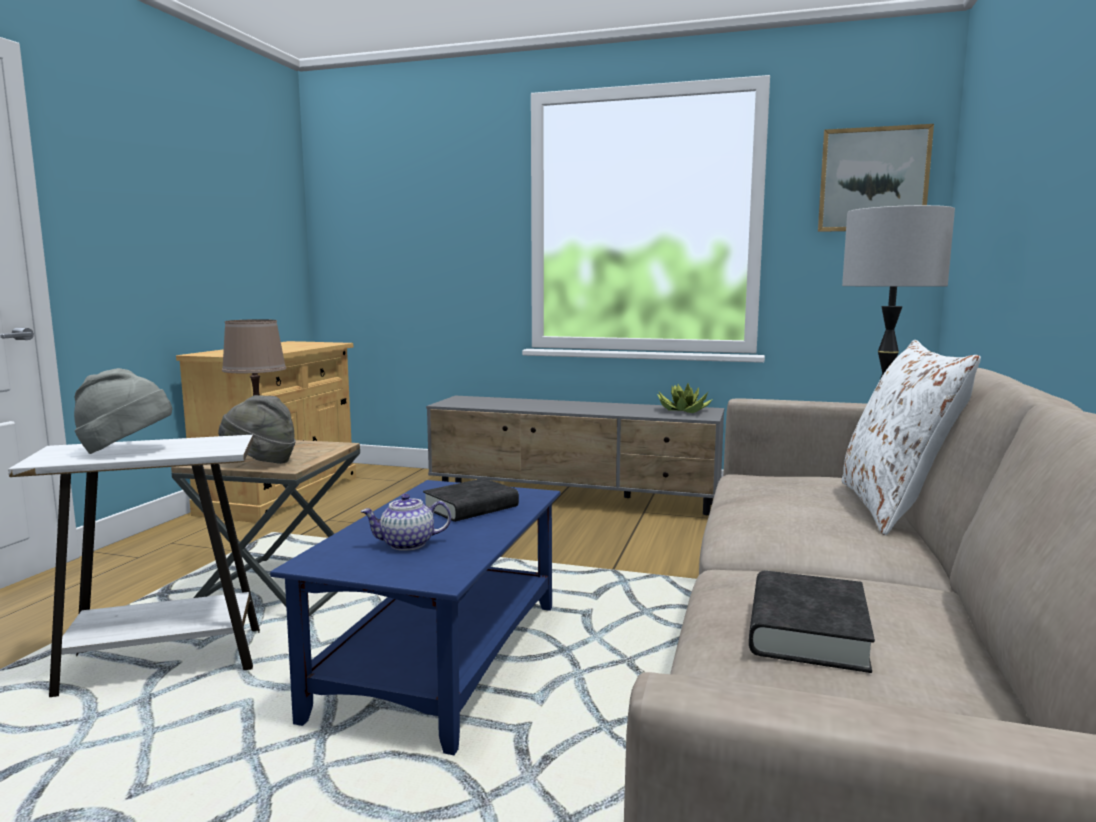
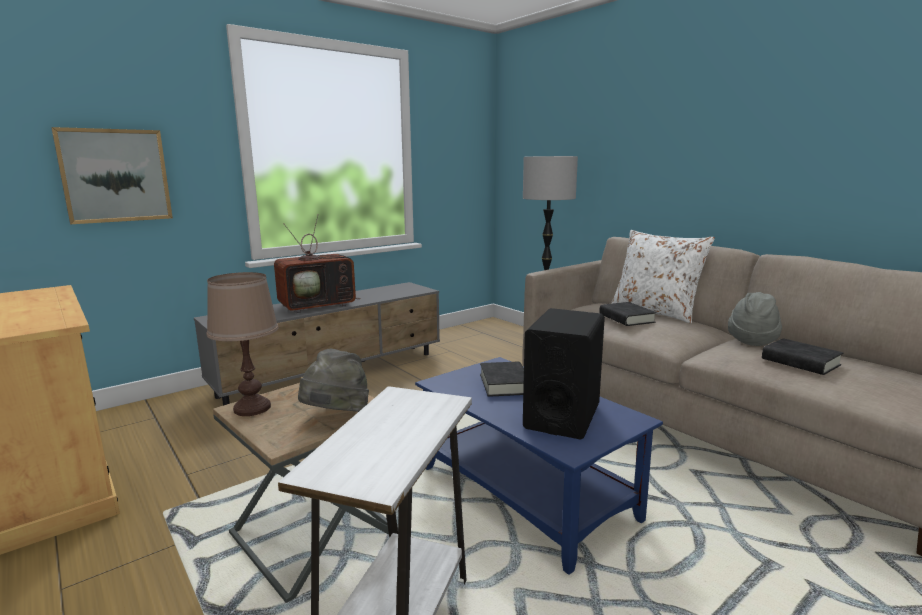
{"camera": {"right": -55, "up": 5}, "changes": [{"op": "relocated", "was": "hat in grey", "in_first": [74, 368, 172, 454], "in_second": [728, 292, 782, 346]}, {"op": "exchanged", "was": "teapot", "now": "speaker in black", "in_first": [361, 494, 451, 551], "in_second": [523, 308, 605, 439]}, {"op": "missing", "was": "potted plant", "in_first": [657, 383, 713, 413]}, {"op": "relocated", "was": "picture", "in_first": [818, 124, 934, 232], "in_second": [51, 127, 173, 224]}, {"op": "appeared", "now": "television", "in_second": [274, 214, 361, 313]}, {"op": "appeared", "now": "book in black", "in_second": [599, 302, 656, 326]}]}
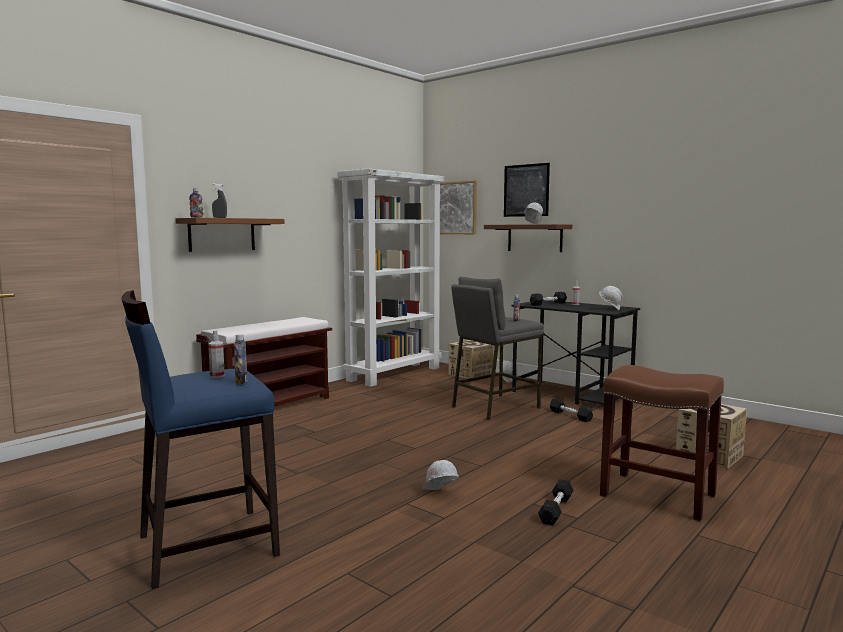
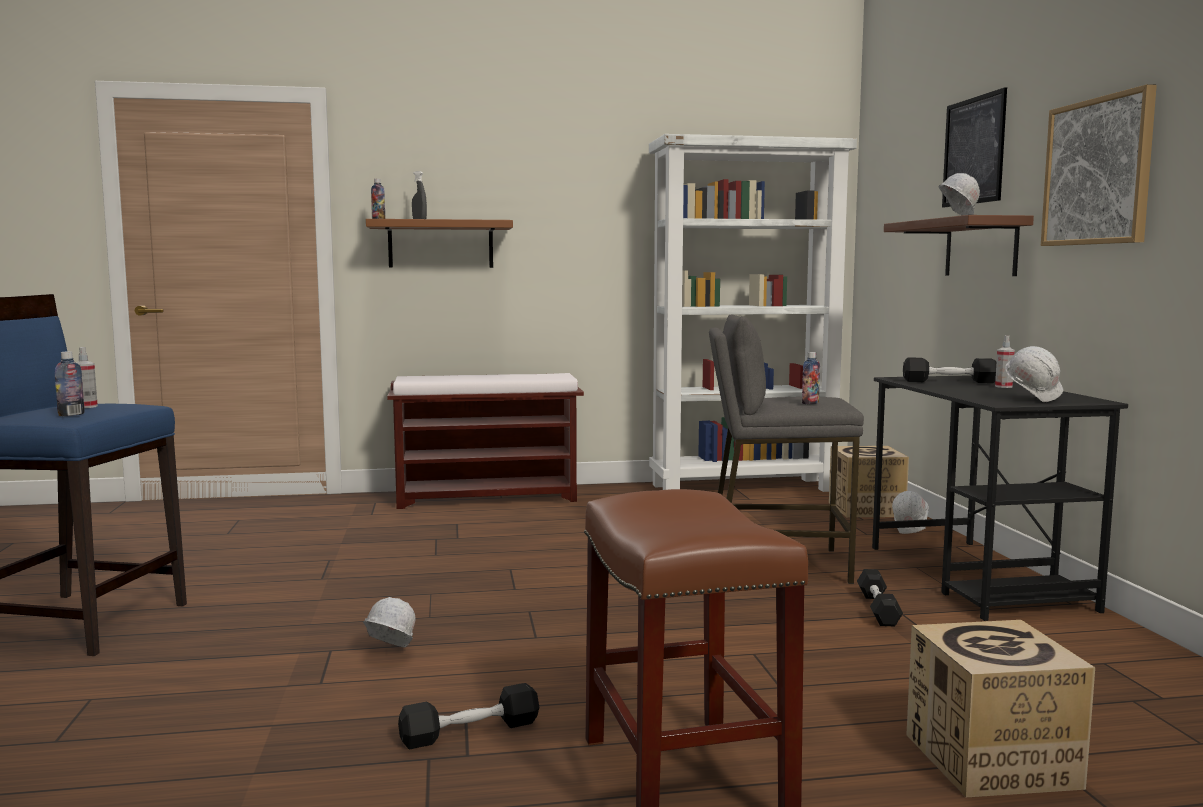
{"camera": {"right": 40, "up": 0}, "changes": [{"op": "relocated", "was": "picture", "in_first": [440, 181, 477, 234], "in_second": [1041, 84, 1157, 246]}]}
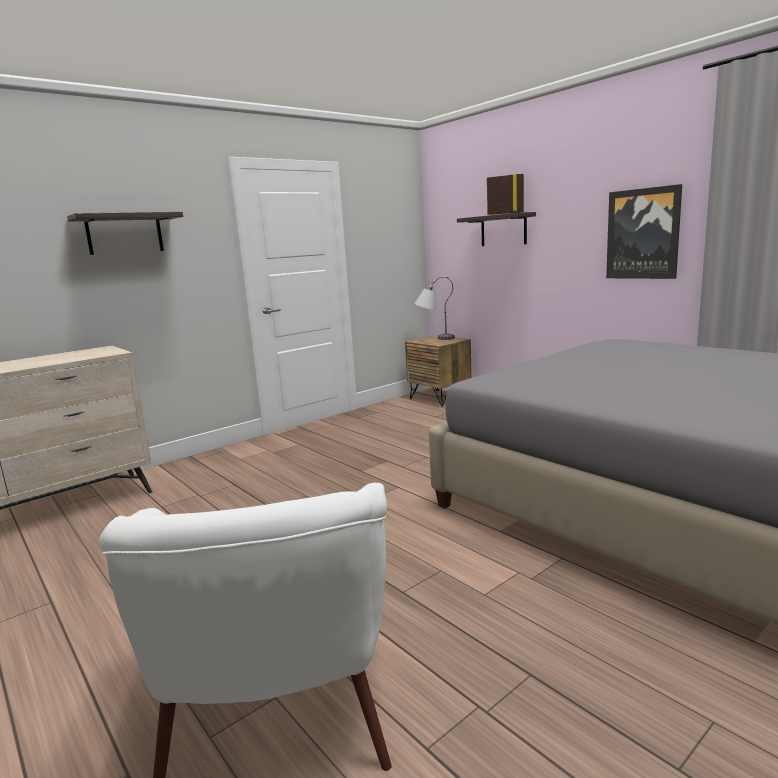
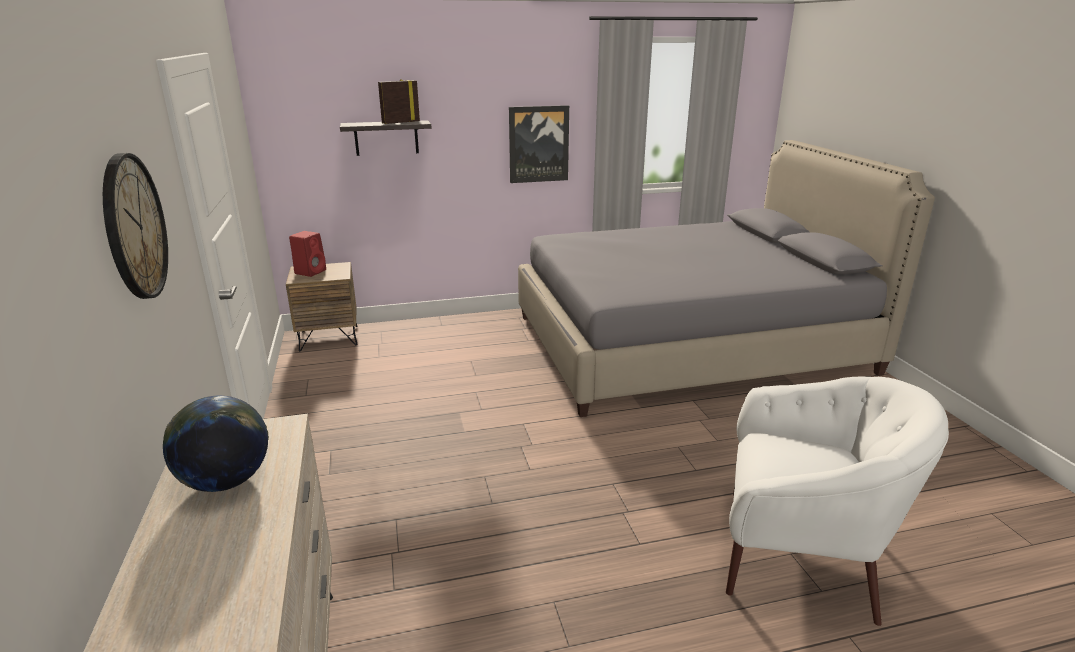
{"camera": {"right": -65, "up": 10}, "changes": [{"op": "exchanged", "was": "shelf", "now": "wall clock", "in_first": [67, 212, 183, 255], "in_second": [103, 153, 168, 299]}, {"op": "exchanged", "was": "table lamp in grey", "now": "speaker in red", "in_first": [414, 276, 455, 340], "in_second": [289, 231, 326, 277]}, {"op": "appeared", "now": "globe", "in_second": [163, 395, 269, 492]}]}
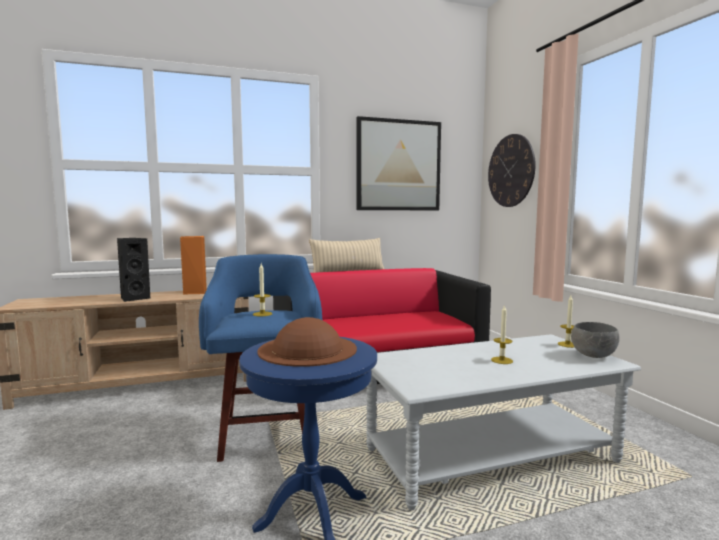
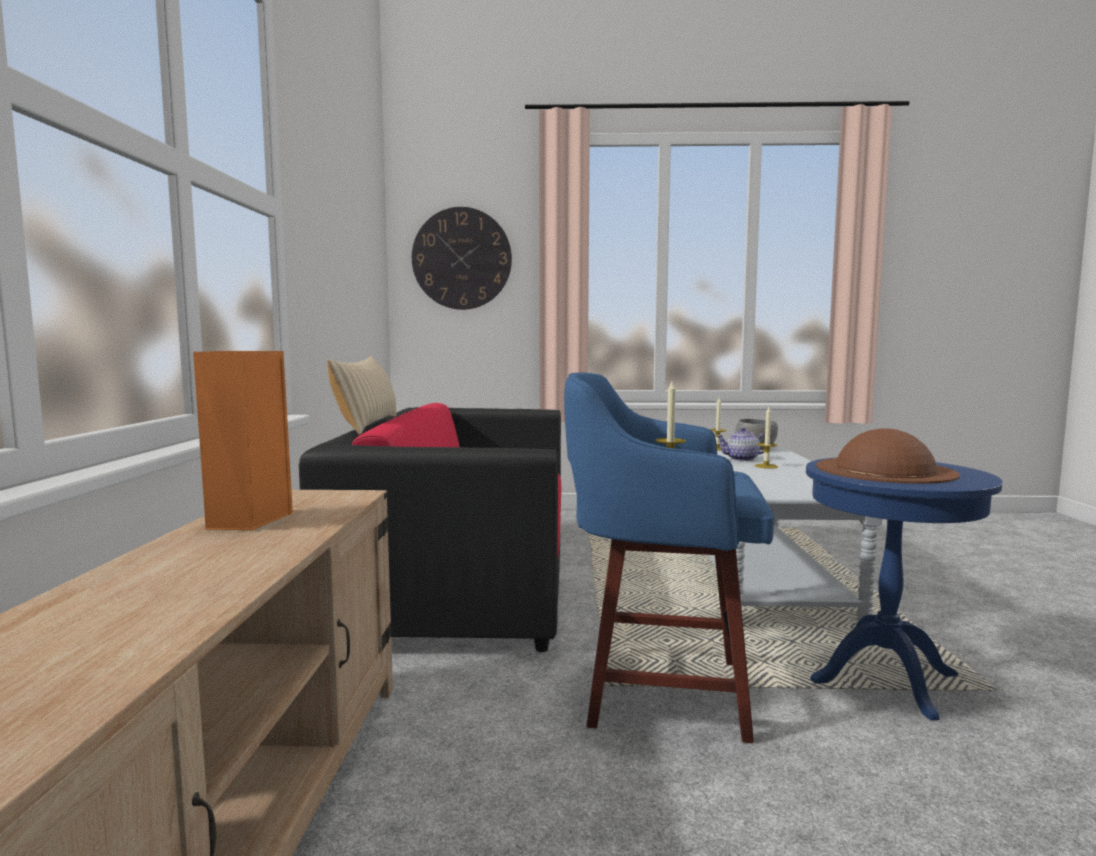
{"camera": {"right": -70, "up": 0}, "changes": [{"op": "missing", "was": "speaker in black", "in_first": [117, 238, 150, 302]}, {"op": "missing", "was": "picture", "in_first": [356, 116, 441, 210]}, {"op": "appeared", "now": "teapot", "in_second": [716, 427, 771, 461]}]}
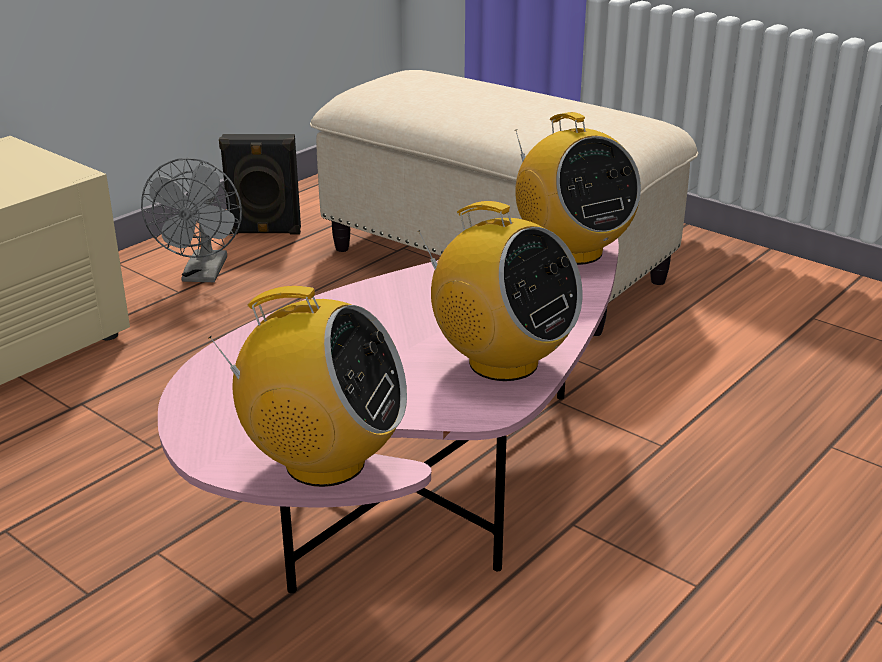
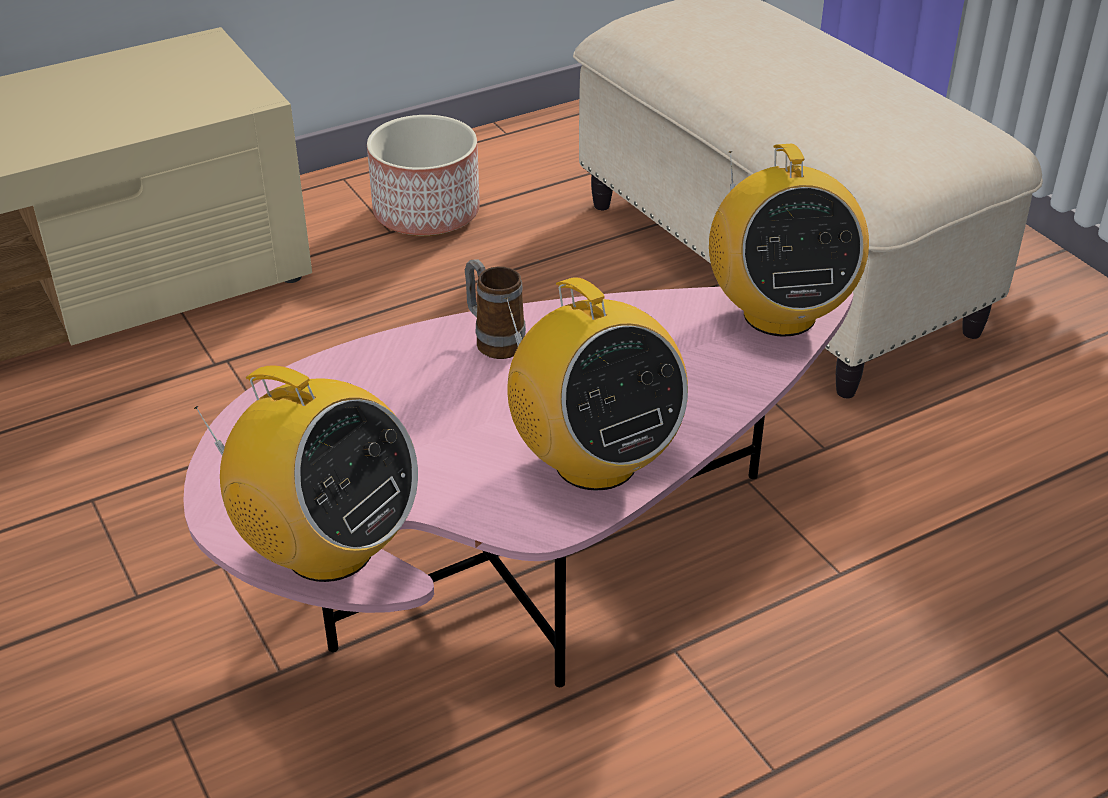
{"camera": {"right": 20, "up": 10}, "changes": [{"op": "exchanged", "was": "fan in grey", "now": "planter", "in_first": [141, 158, 242, 282], "in_second": [367, 115, 480, 236]}, {"op": "missing", "was": "speaker in black", "in_first": [219, 134, 301, 234]}, {"op": "appeared", "now": "mug", "in_second": [465, 259, 526, 359]}]}
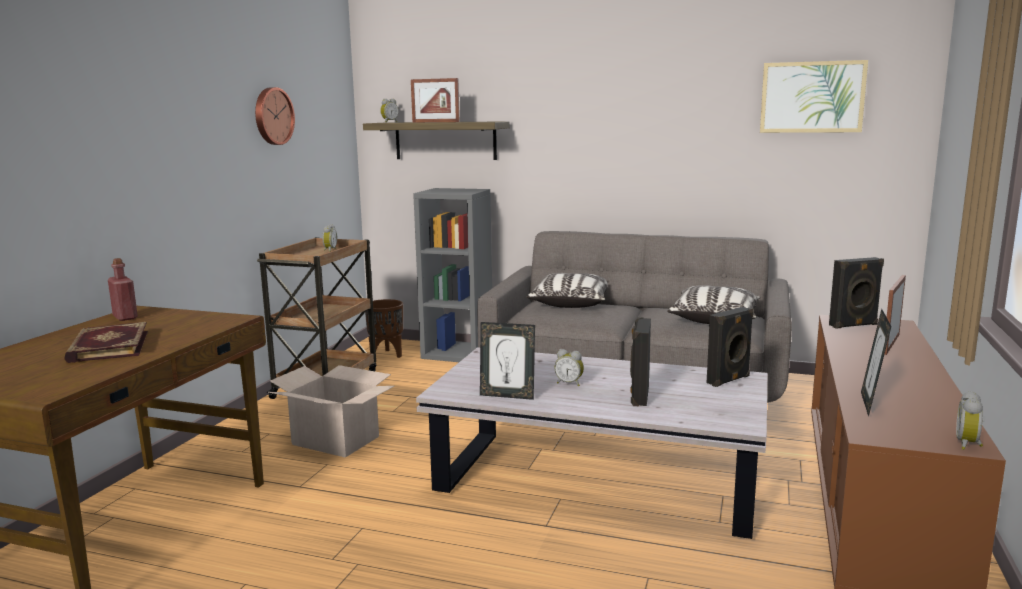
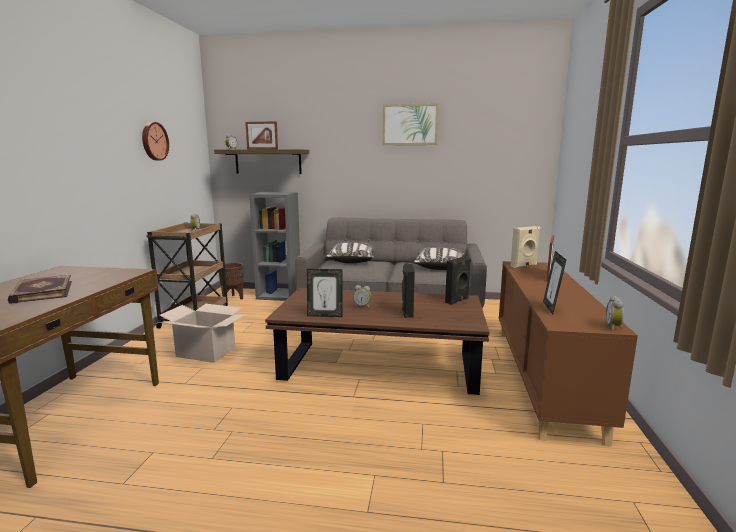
{"camera": {"right": -10, "up": 0}, "changes": [{"op": "missing", "was": "bottle in red", "in_first": [108, 258, 138, 321]}, {"op": "colour", "was": "coffee table in white", "now": "coffee table in brown", "in_first": [416, 347, 767, 539], "in_second": [265, 288, 489, 395]}, {"op": "relocated", "was": "picture", "in_first": [760, 60, 868, 133], "in_second": [383, 103, 439, 145]}, {"op": "colour", "was": "speaker in black", "now": "speaker in beige", "in_first": [829, 257, 884, 329], "in_second": [510, 226, 540, 268]}]}
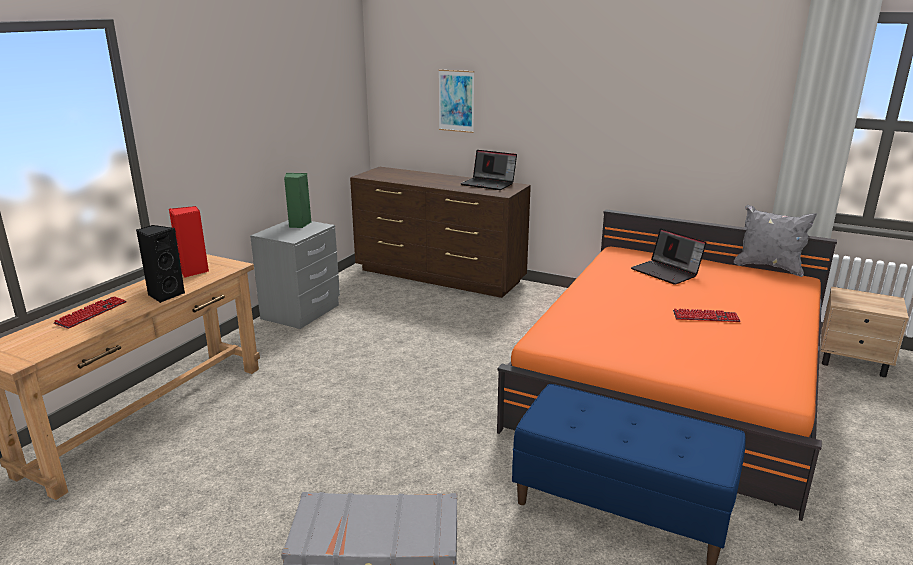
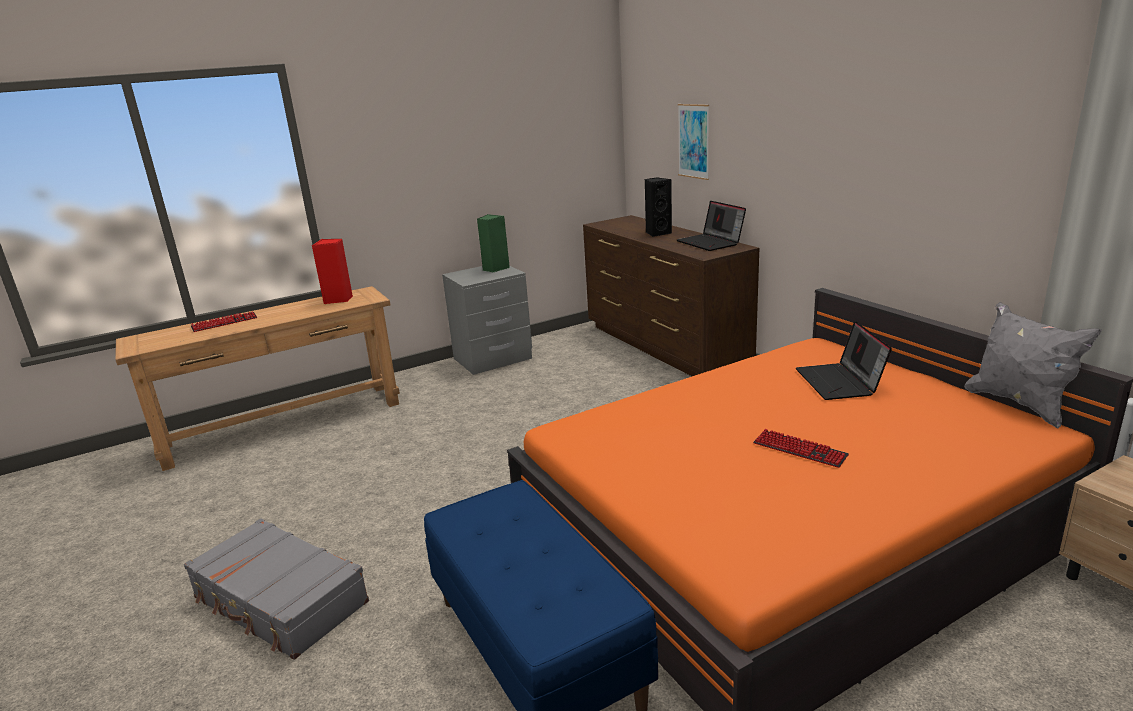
{"camera": {"right": 35, "up": 0}, "changes": [{"op": "relocated", "was": "speaker in black", "in_first": [136, 225, 185, 303], "in_second": [645, 177, 672, 237]}]}
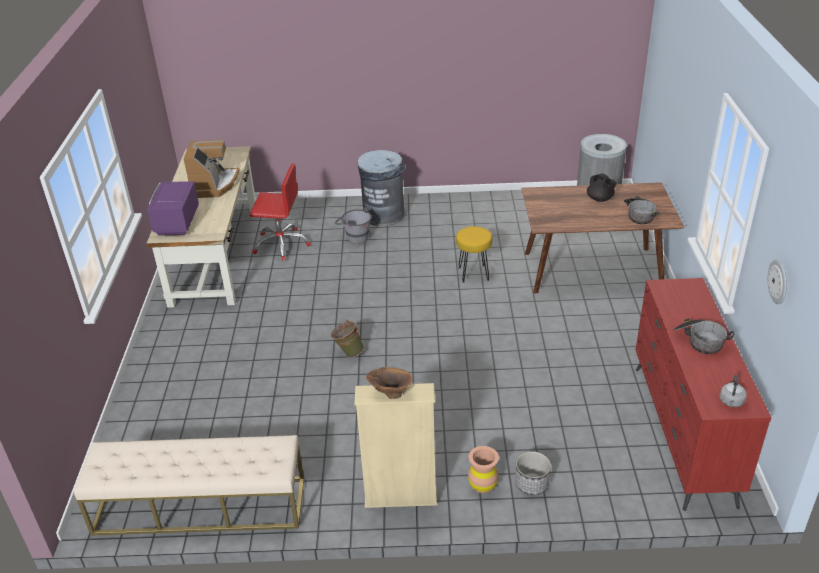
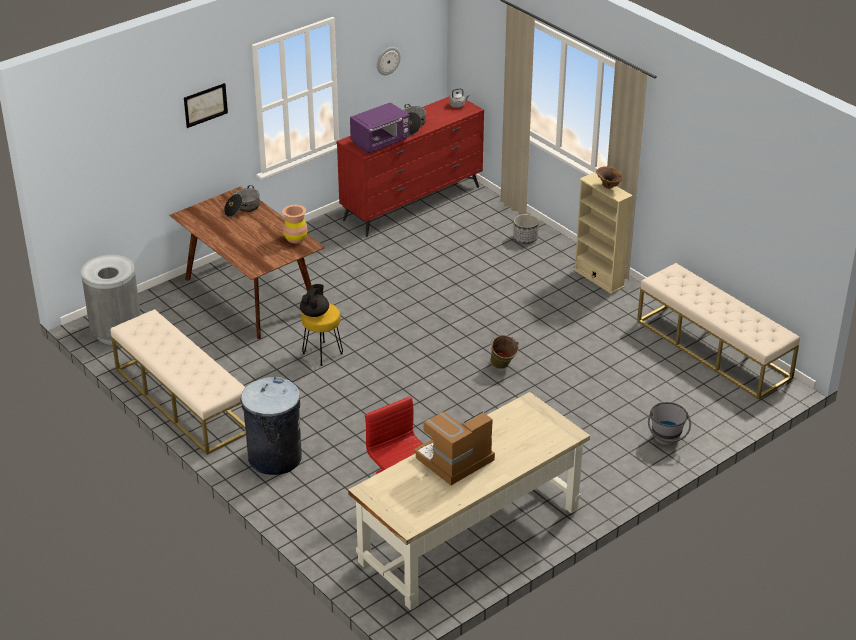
{"camera": {"right": -130, "up": 0}, "changes": [{"op": "relocated", "was": "microwave in purple", "in_first": [147, 181, 199, 236], "in_second": [350, 102, 410, 153]}, {"op": "relocated", "was": "bucket in grey", "in_first": [335, 208, 372, 244], "in_second": [648, 402, 691, 446]}, {"op": "relocated", "was": "vase in brown", "in_first": [468, 446, 499, 493], "in_second": [282, 205, 308, 244]}, {"op": "relocated", "was": "teapot in black", "in_first": [587, 173, 617, 202], "in_second": [300, 284, 329, 317]}, {"op": "appeared", "now": "bench in beige", "in_second": [110, 309, 246, 455]}, {"op": "appeared", "now": "picture", "in_second": [184, 83, 228, 128]}]}
